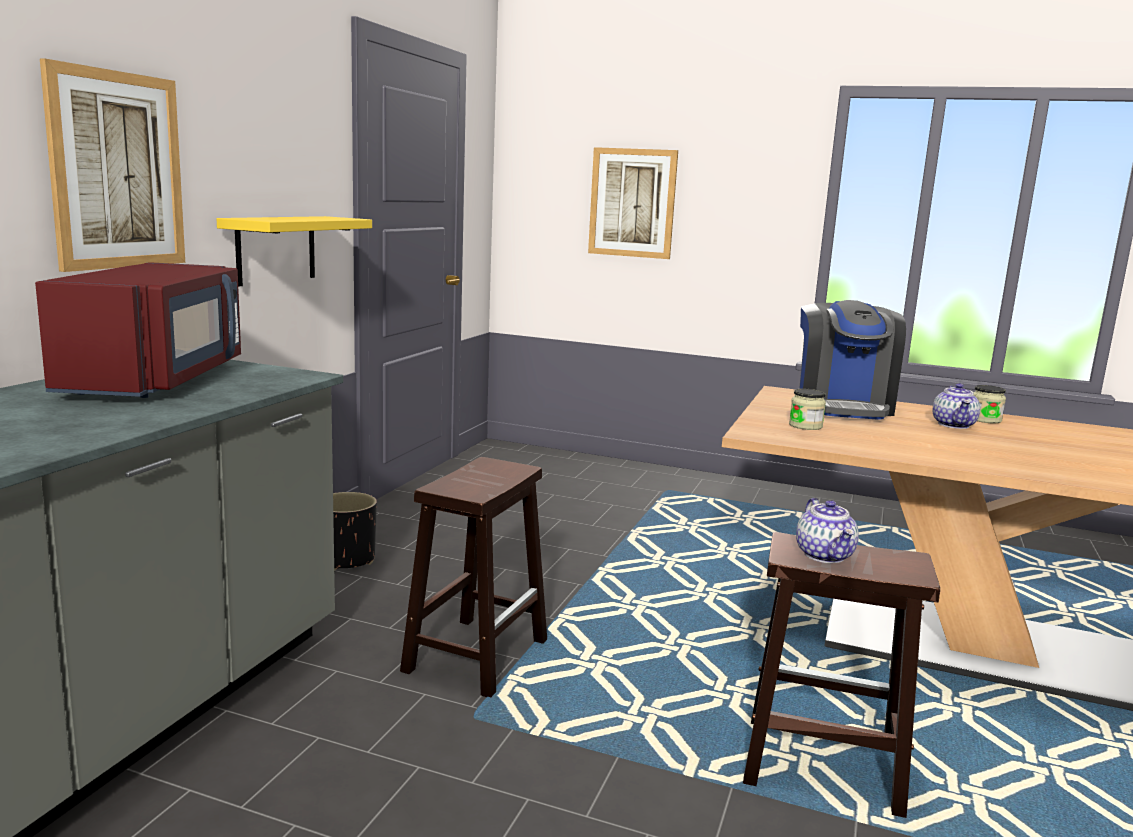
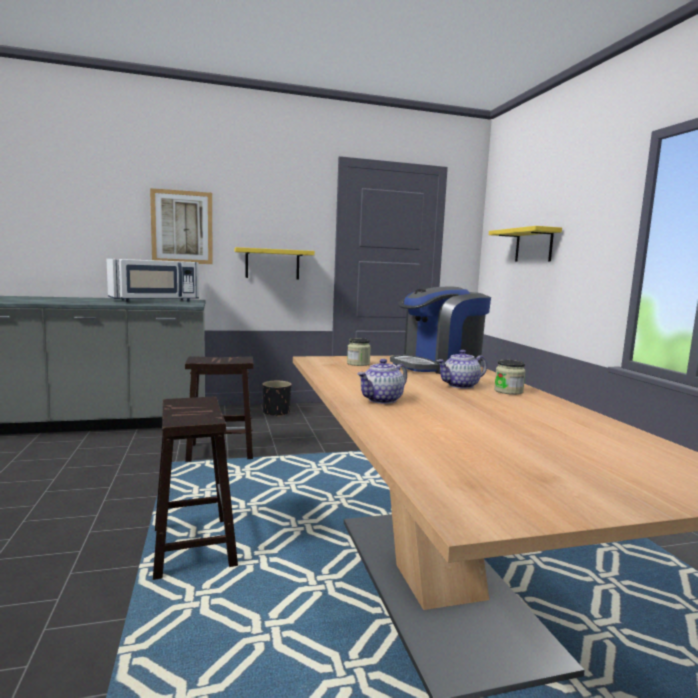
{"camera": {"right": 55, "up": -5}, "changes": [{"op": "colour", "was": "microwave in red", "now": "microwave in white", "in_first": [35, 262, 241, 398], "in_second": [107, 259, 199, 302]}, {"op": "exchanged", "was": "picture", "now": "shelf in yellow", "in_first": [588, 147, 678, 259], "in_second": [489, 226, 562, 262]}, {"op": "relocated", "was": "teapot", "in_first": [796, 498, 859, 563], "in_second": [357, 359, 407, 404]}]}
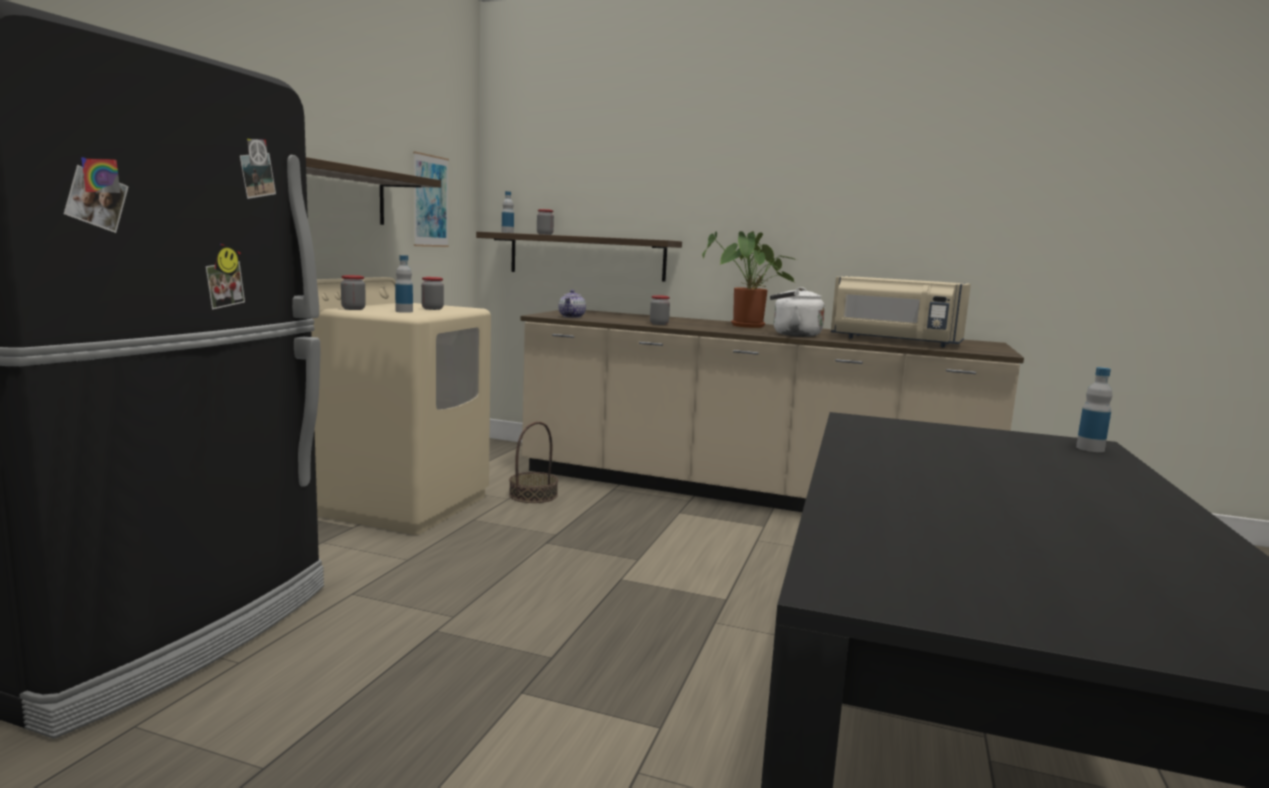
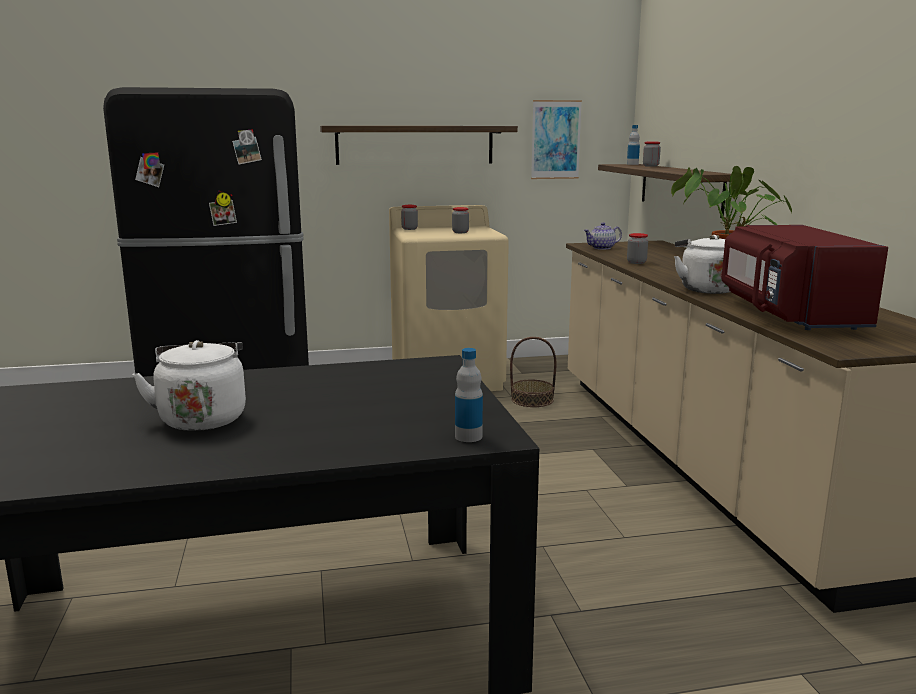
{"camera": {"right": 60, "up": 5}, "changes": [{"op": "missing", "was": "bottle", "in_first": [395, 255, 413, 313]}, {"op": "colour", "was": "microwave in beige", "now": "microwave in red", "in_first": [831, 276, 971, 347], "in_second": [721, 225, 888, 330]}, {"op": "appeared", "now": "kettle in white", "in_second": [132, 340, 246, 431]}]}
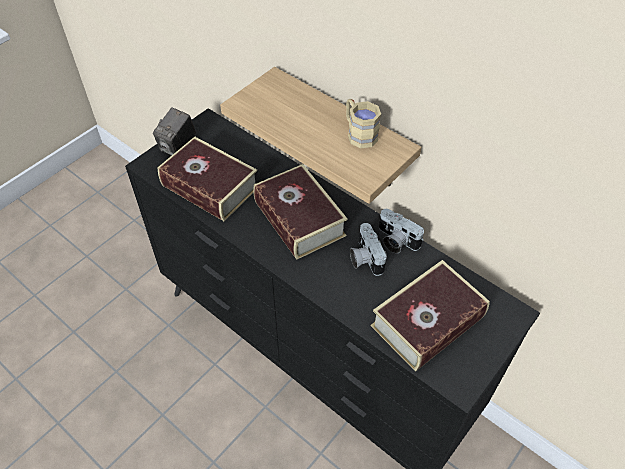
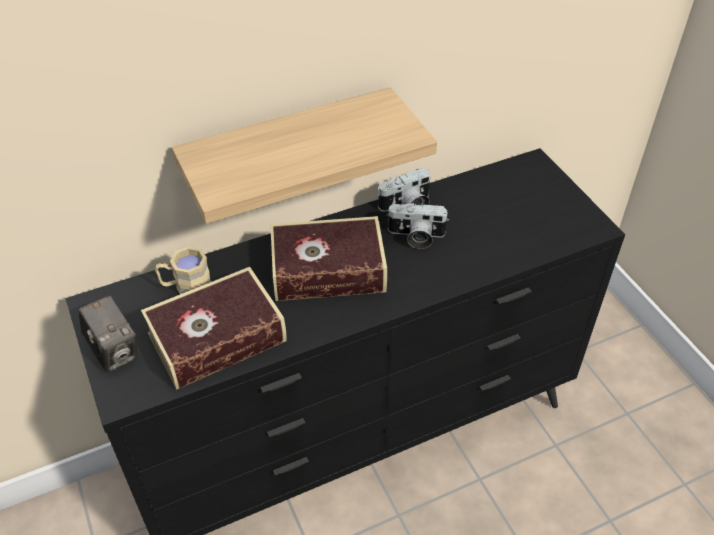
{"camera": {"right": -65, "up": -5}, "changes": [{"op": "relocated", "was": "mug in beige", "in_first": [346, 99, 381, 149], "in_second": [155, 246, 211, 294]}, {"op": "missing", "was": "book", "in_first": [371, 260, 490, 372]}]}
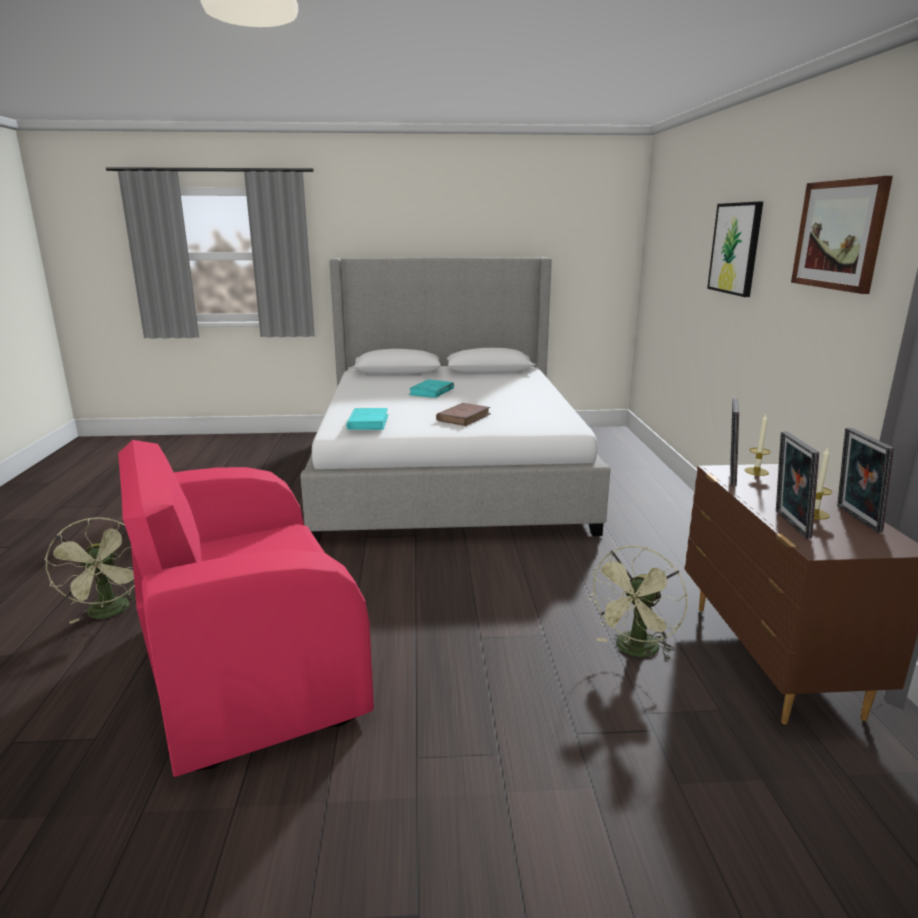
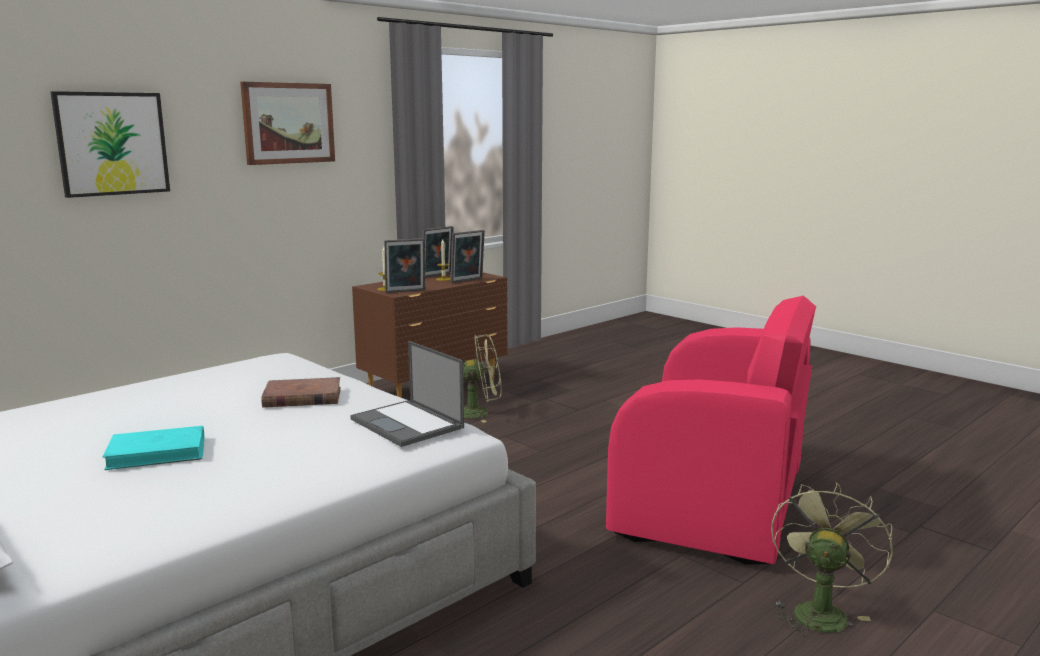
{"camera": {"right": -130, "up": -5}, "changes": [{"op": "exchanged", "was": "book in turquoise", "now": "laptop", "in_first": [346, 408, 389, 430], "in_second": [350, 341, 464, 447]}]}
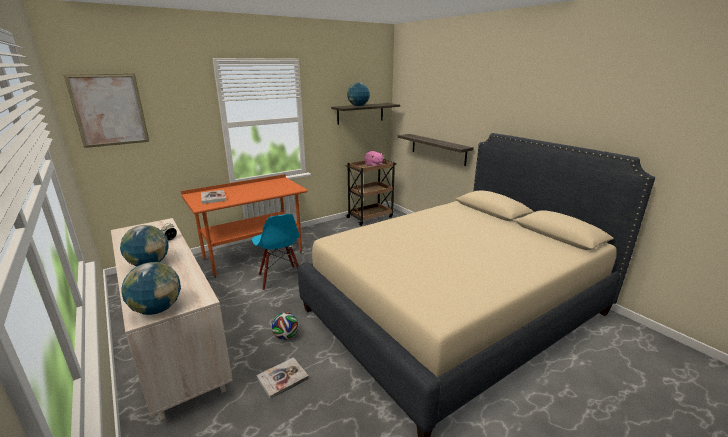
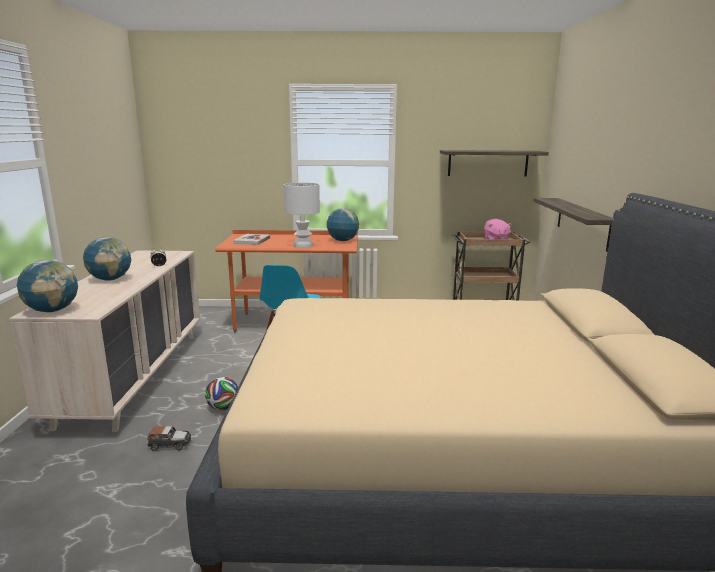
{"camera": {"right": 35, "up": -5}, "changes": [{"op": "missing", "was": "picture", "in_first": [64, 74, 149, 148]}, {"op": "exchanged", "was": "book", "now": "toy car", "in_first": [257, 357, 309, 399], "in_second": [147, 426, 191, 451]}, {"op": "relocated", "was": "globe", "in_first": [347, 82, 370, 106], "in_second": [327, 208, 359, 241]}, {"op": "appeared", "now": "table lamp in white", "in_second": [284, 182, 320, 248]}]}
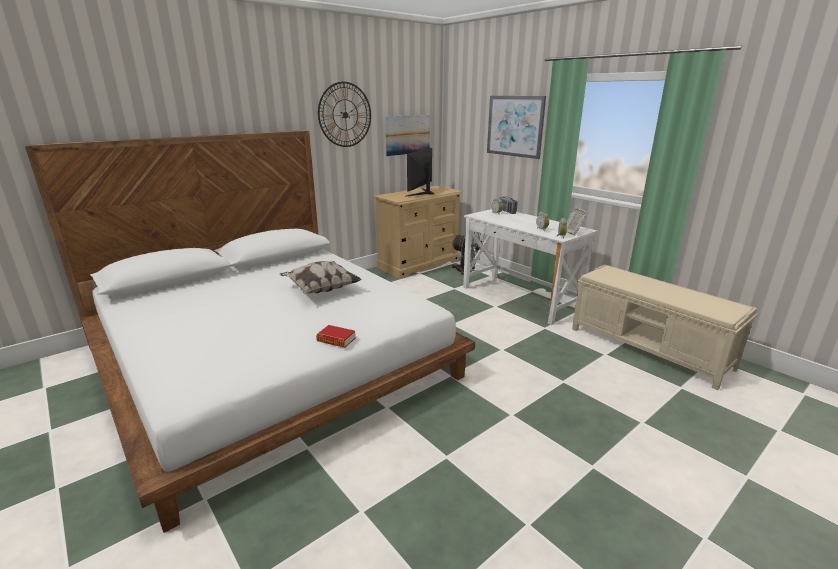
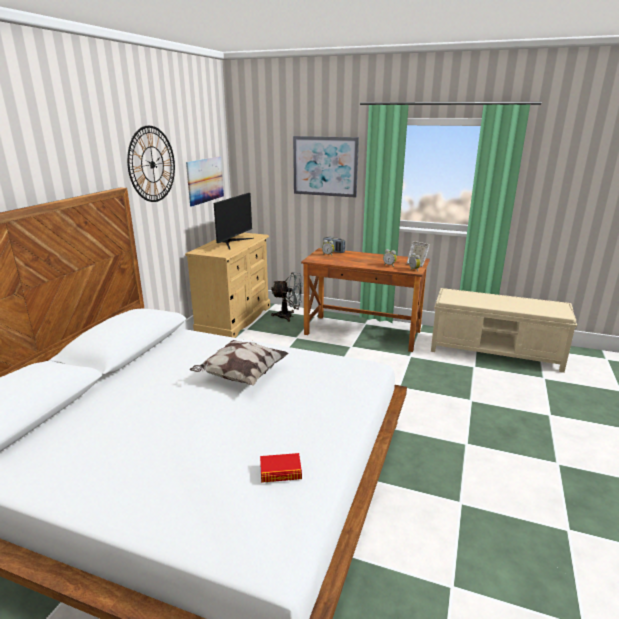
{"camera": {"right": -30, "up": 0}, "changes": [{"op": "relocated", "was": "book", "in_first": [316, 325, 356, 348], "in_second": [260, 453, 302, 483]}, {"op": "spun", "was": "monitor", "in_first": [405, 148, 435, 197], "in_second": [214, 193, 254, 250], "clockwise": -150}, {"op": "colour", "was": "desk in white", "now": "desk in brown", "in_first": [463, 209, 597, 325], "in_second": [301, 248, 430, 352]}]}
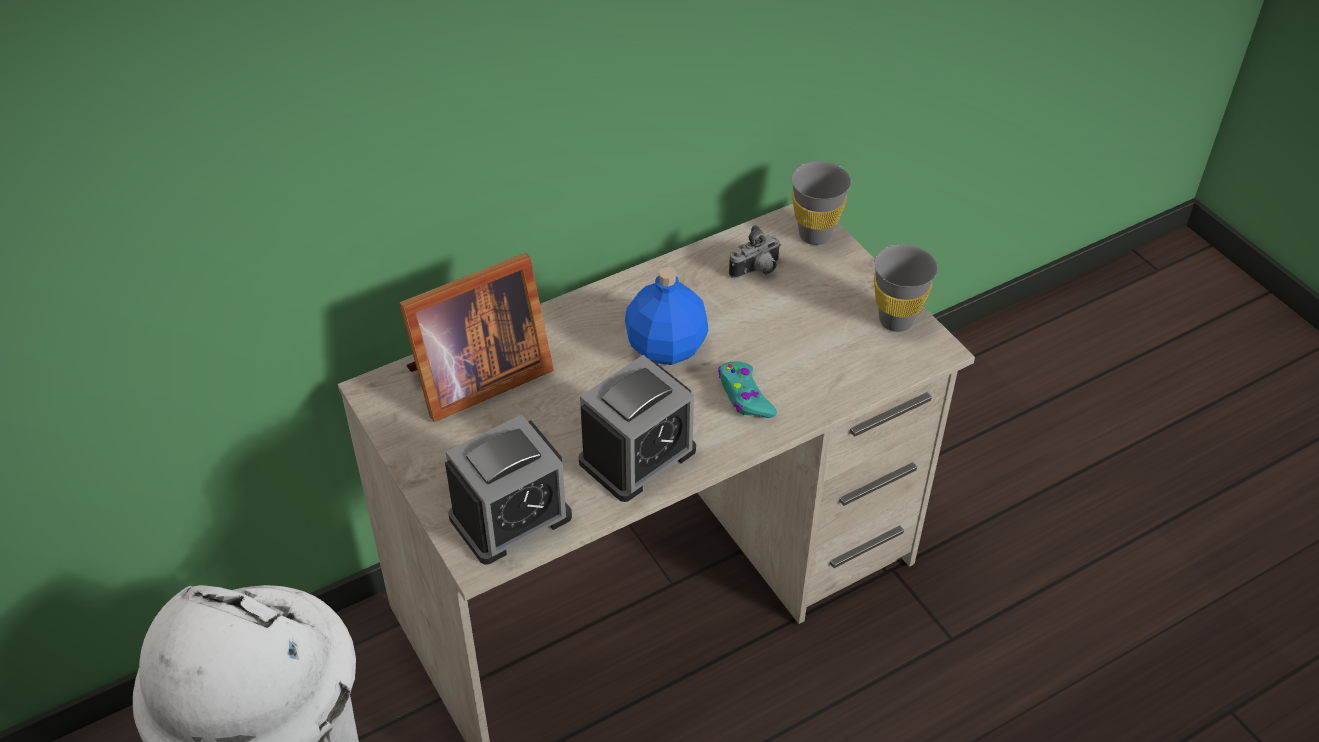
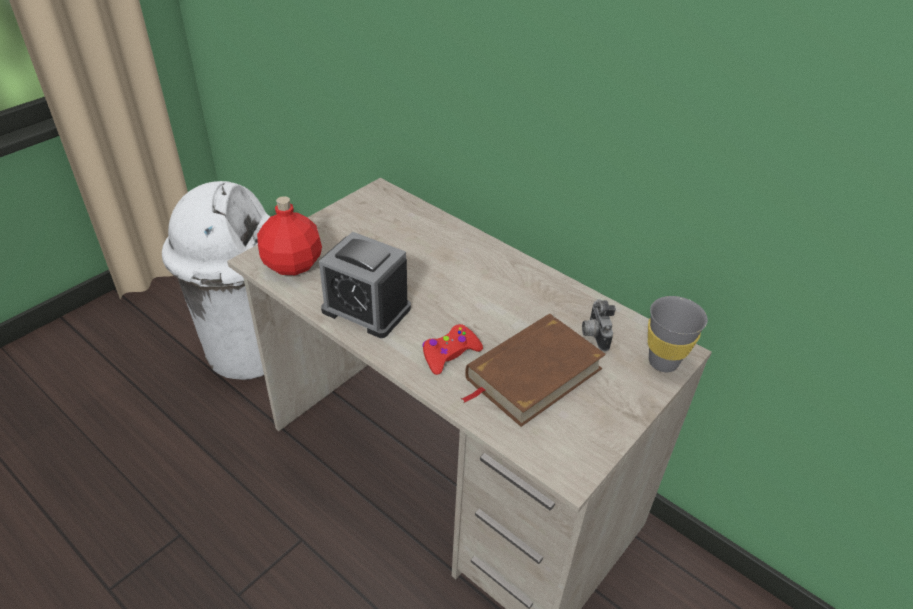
{"camera": {"right": 70, "up": -5}, "changes": [{"op": "missing", "was": "picture frame", "in_first": [399, 253, 554, 422]}, {"op": "exchanged", "was": "alarm clock", "now": "bottle in red", "in_first": [445, 414, 572, 565], "in_second": [257, 196, 322, 275]}, {"op": "missing", "was": "bottle in blue", "in_first": [625, 267, 709, 365]}, {"op": "colour", "was": "game controller in turquoise", "now": "game controller in red", "in_first": [718, 361, 777, 418], "in_second": [422, 324, 483, 375]}, {"op": "spun", "was": "photo camera", "in_first": [729, 225, 781, 278], "in_second": [582, 299, 616, 351], "clockwise": 45}, {"op": "missing", "was": "cup in grey", "in_first": [874, 244, 938, 332]}, {"op": "appeared", "now": "book in brown", "in_second": [461, 314, 606, 427]}]}
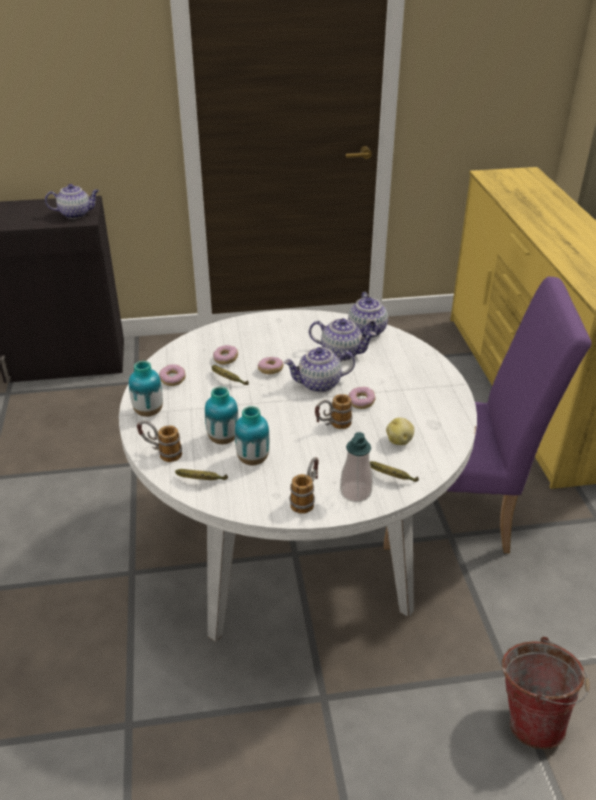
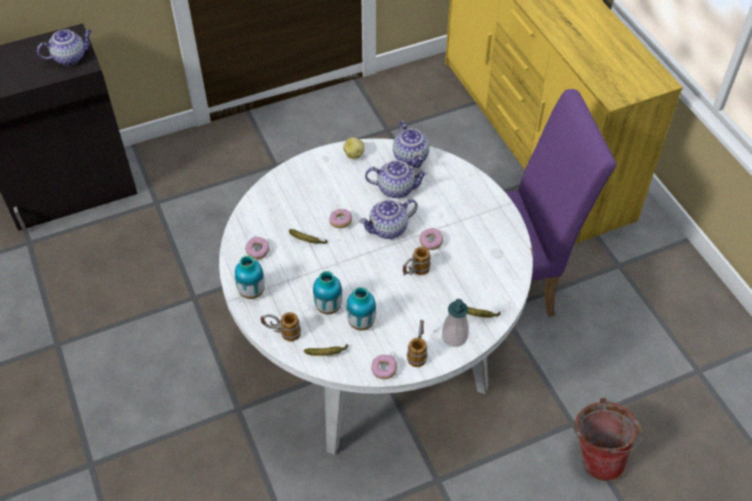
{"camera": {"right": -15, "up": 15}, "changes": [{"op": "relocated", "was": "donut", "in_first": [213, 345, 238, 365], "in_second": [371, 355, 397, 379]}, {"op": "relocated", "was": "potato", "in_first": [386, 417, 414, 445], "in_second": [343, 137, 365, 159]}]}
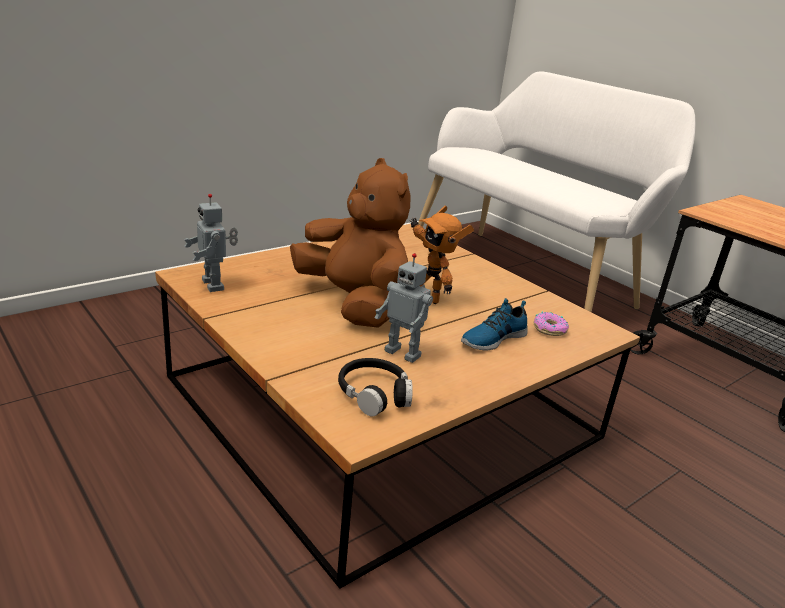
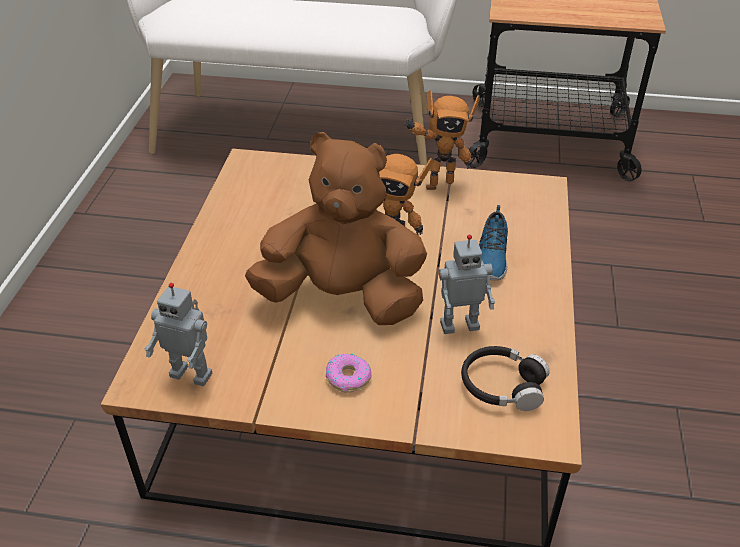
{"camera": {"right": -40, "up": 15}, "changes": [{"op": "relocated", "was": "donut", "in_first": [533, 312, 569, 336], "in_second": [326, 353, 372, 392]}, {"op": "appeared", "now": "toy robot", "in_second": [404, 90, 480, 190]}]}
